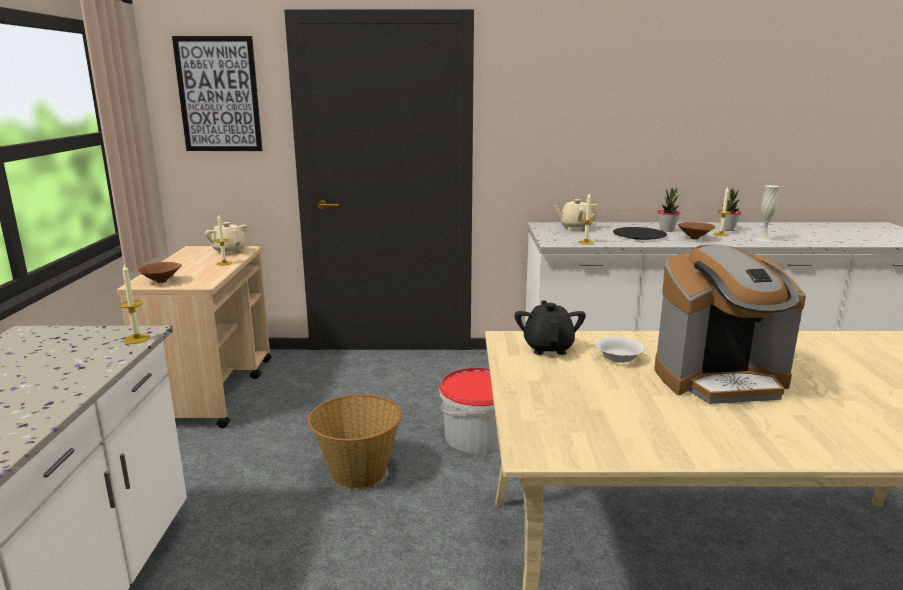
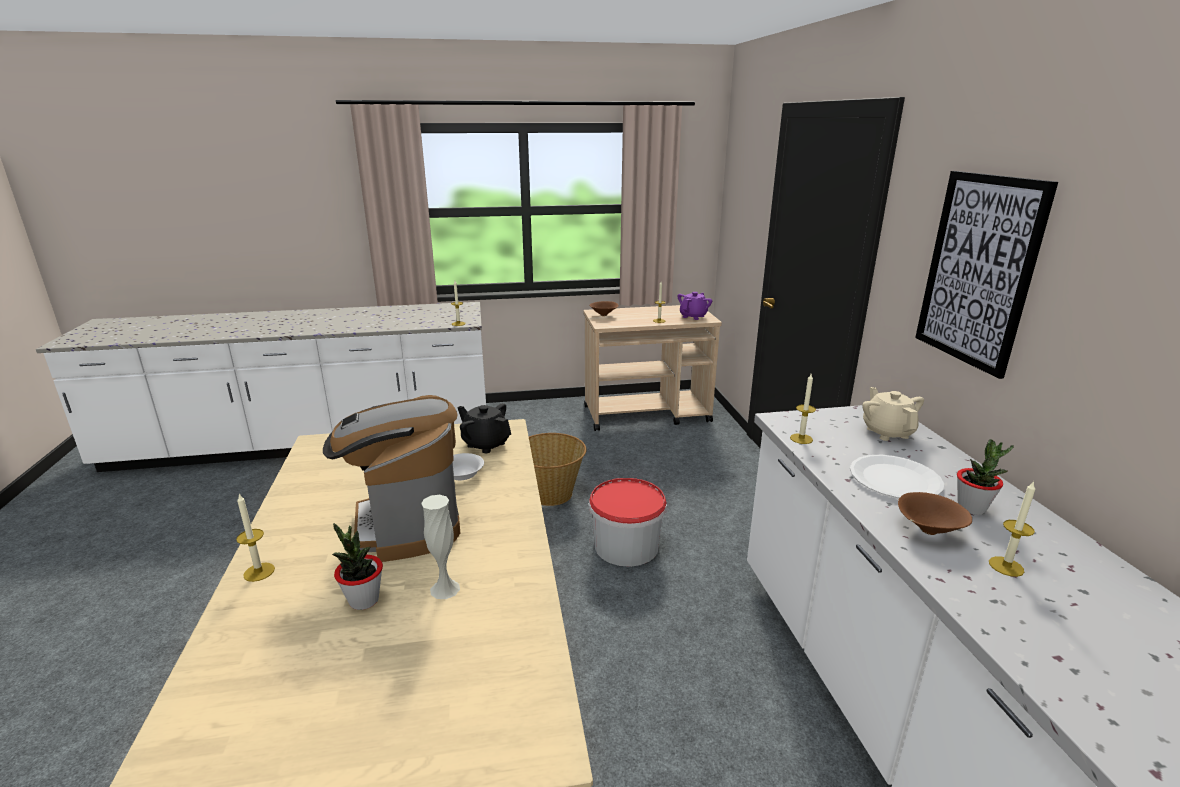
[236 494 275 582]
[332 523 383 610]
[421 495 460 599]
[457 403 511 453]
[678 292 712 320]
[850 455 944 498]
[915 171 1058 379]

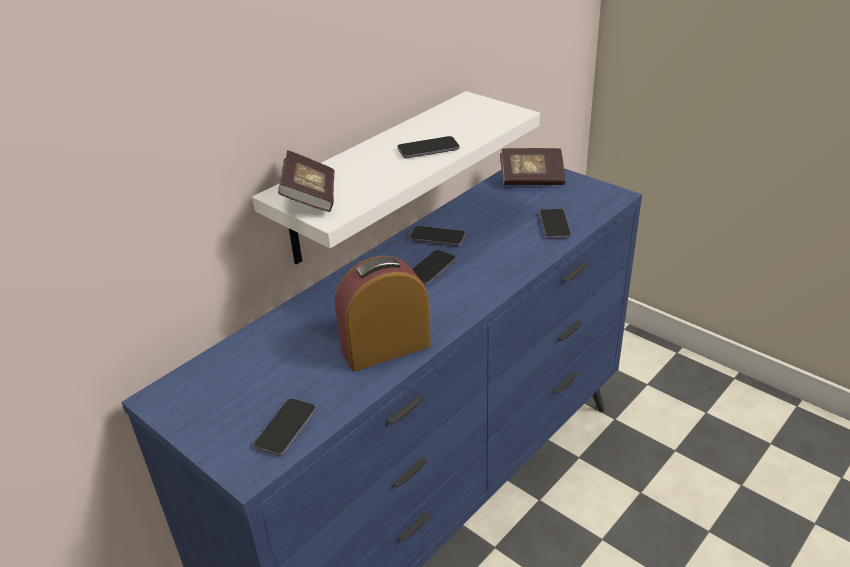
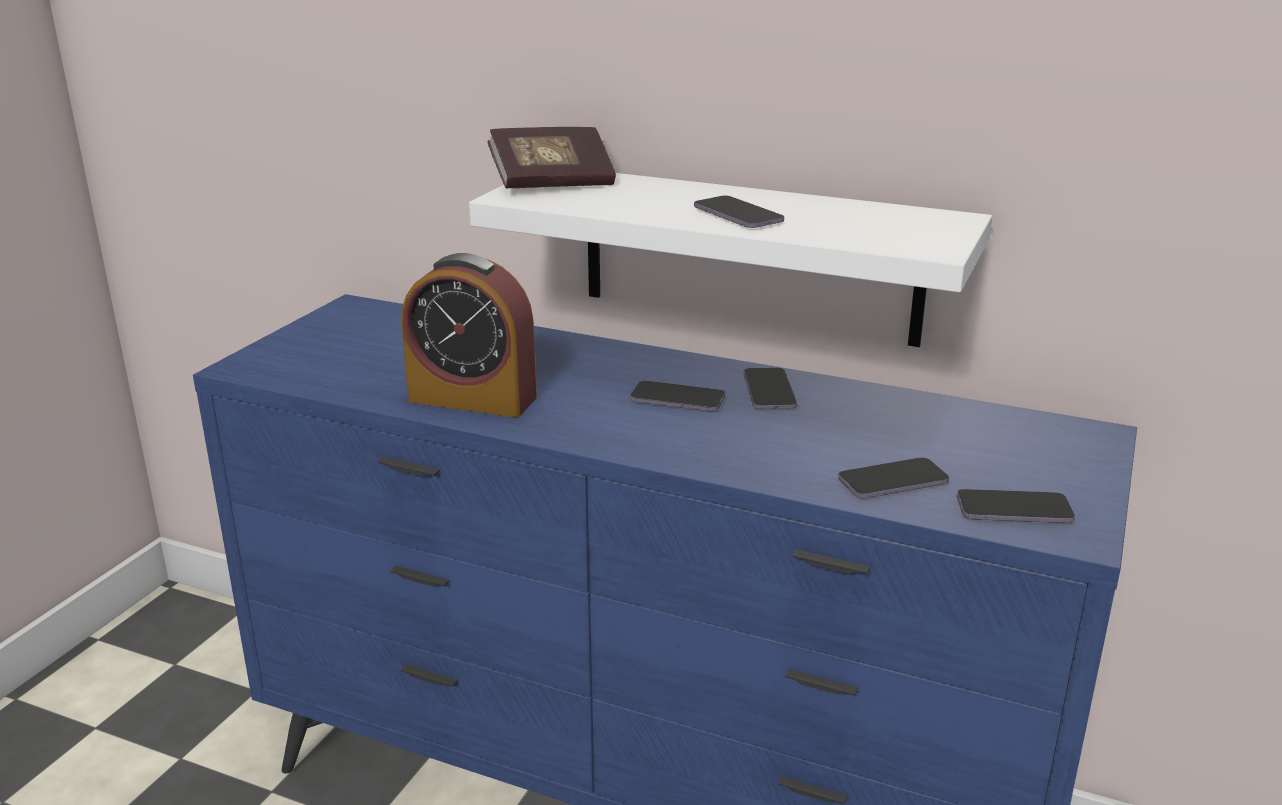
[401 253 537 418]
[957 489 1075 523]
[500 148 566 185] (first image)

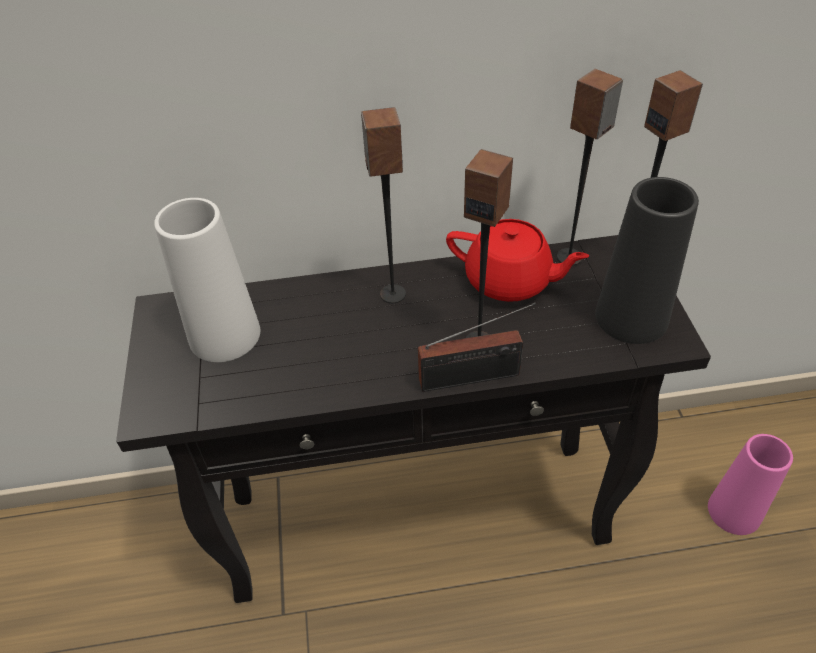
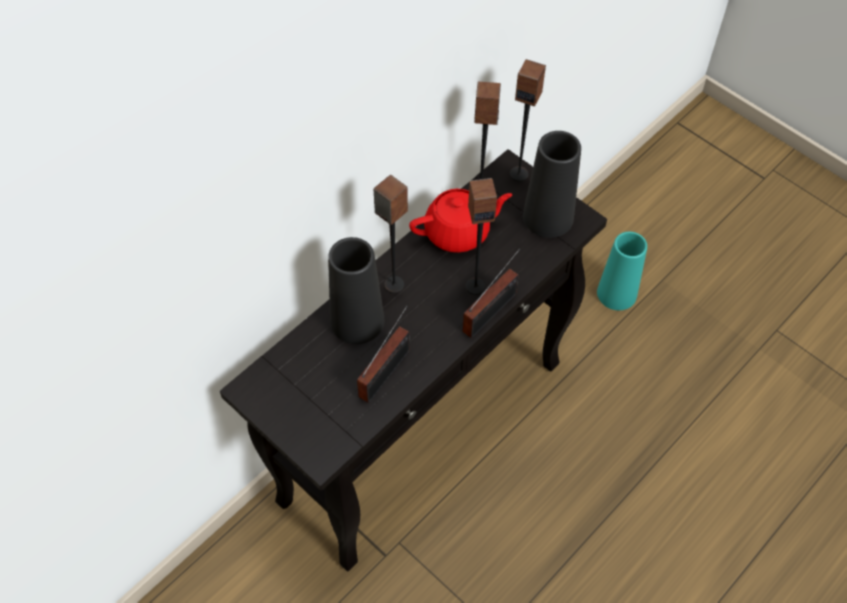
[328 237 384 344]
[357 306 410 403]
[597 232 647 310]
[154 198 260 362] (first image)

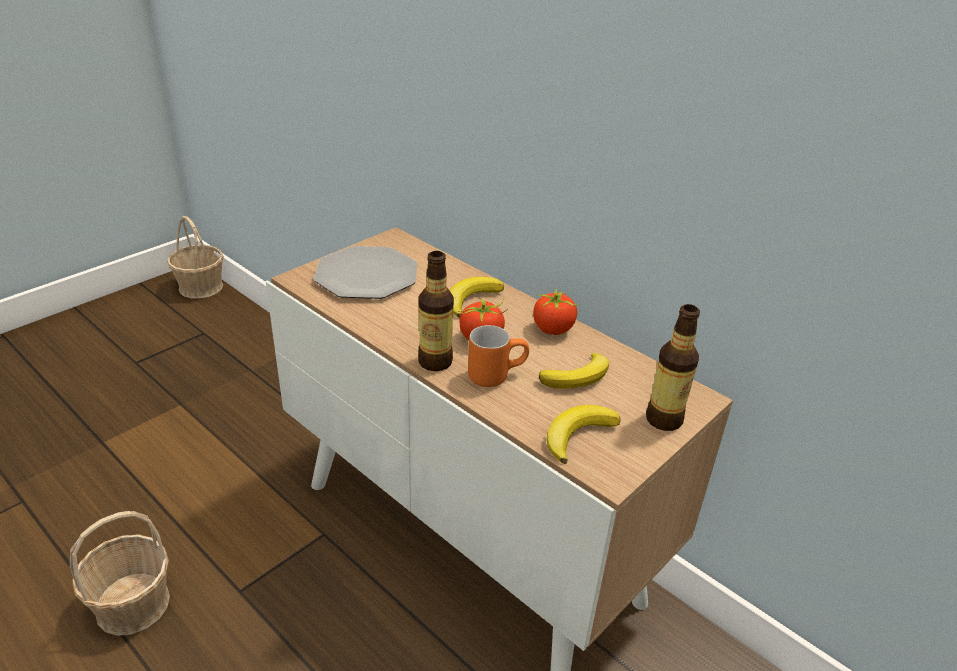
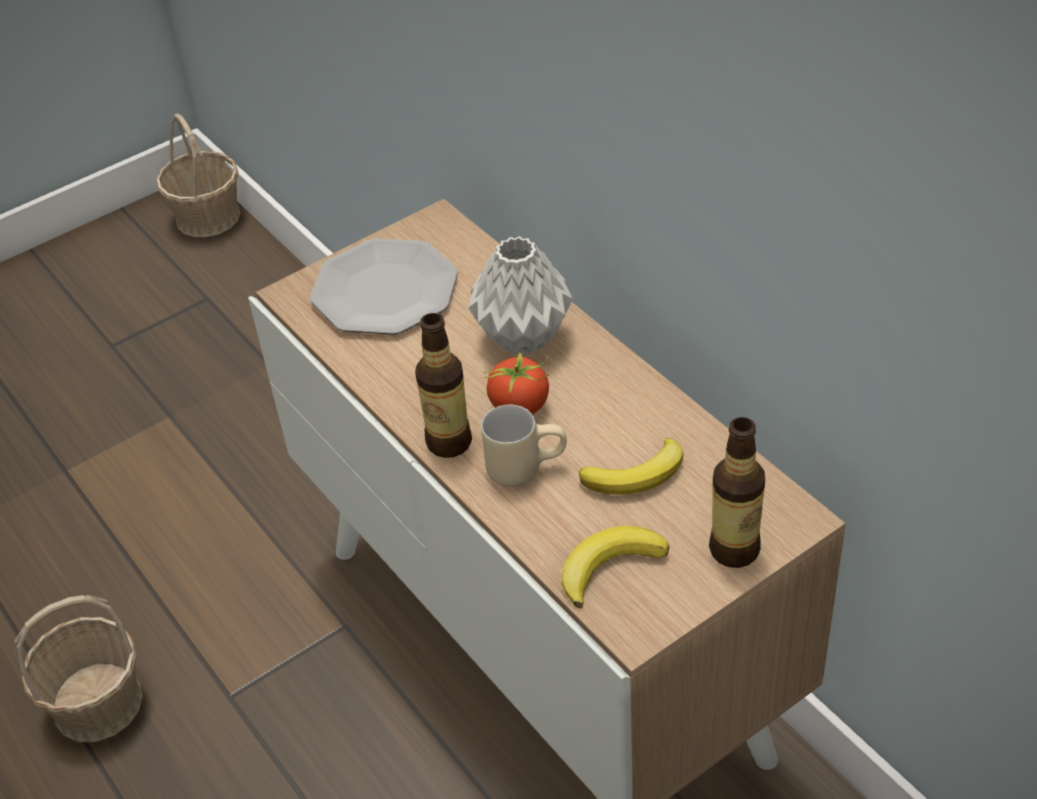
[468 236 573 356]
[481 405 567 487]
[533 287 579 335] (first image)

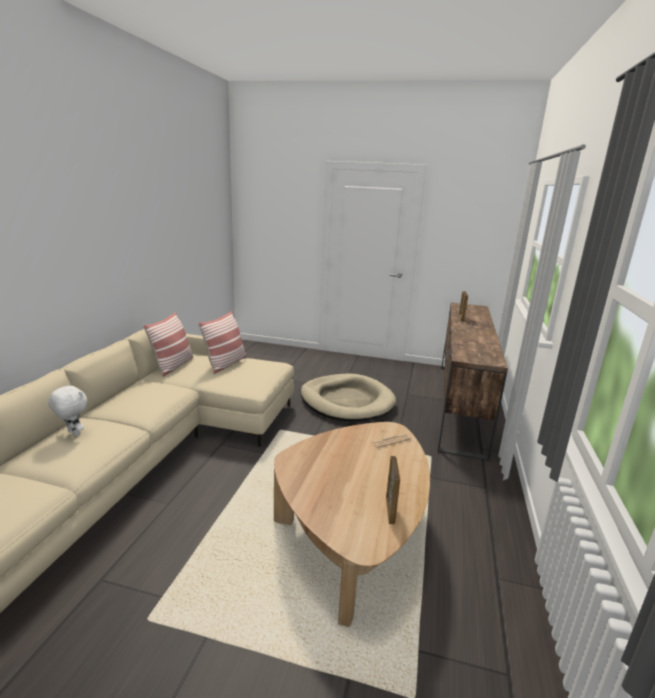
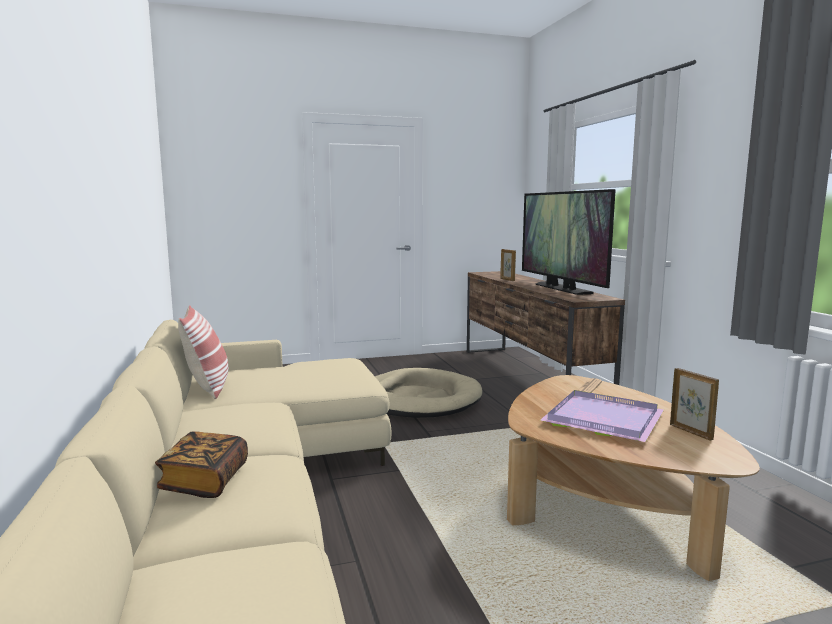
[155 431 248 498]
[522 189 616 295]
[540 390 664 442]
[198 311 246 374] (first image)

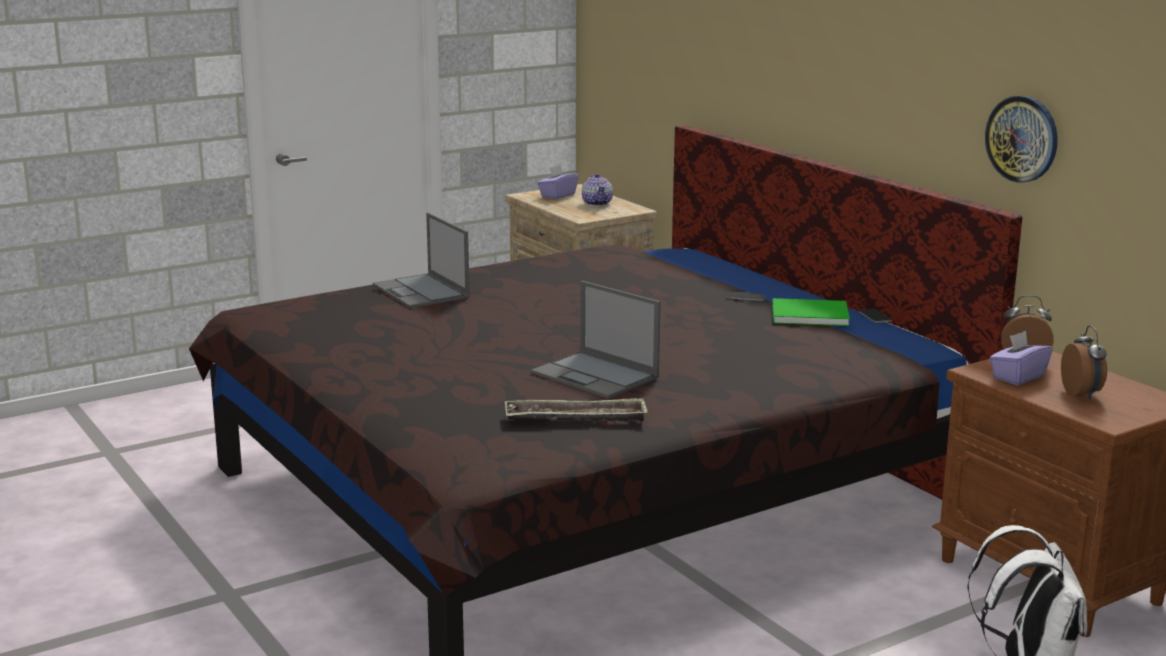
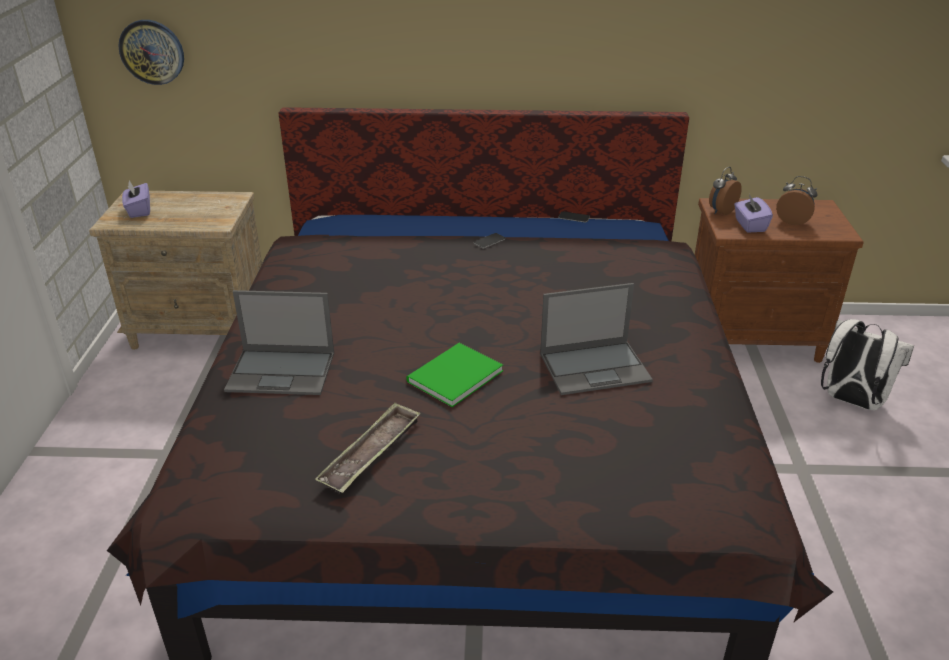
[118 20 184 85]
[315 402 421 494]
[406 343 503 407]
[582 173 613 206] (first image)

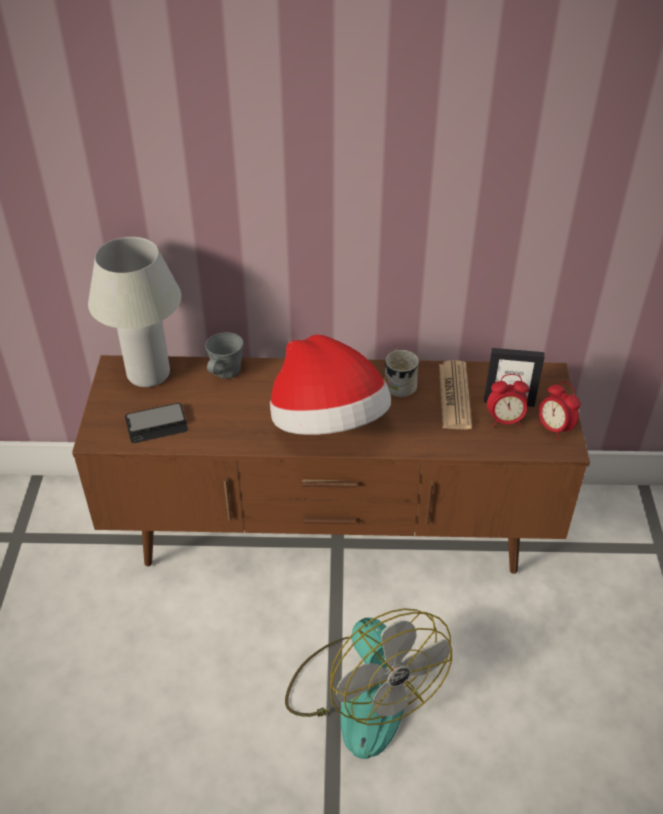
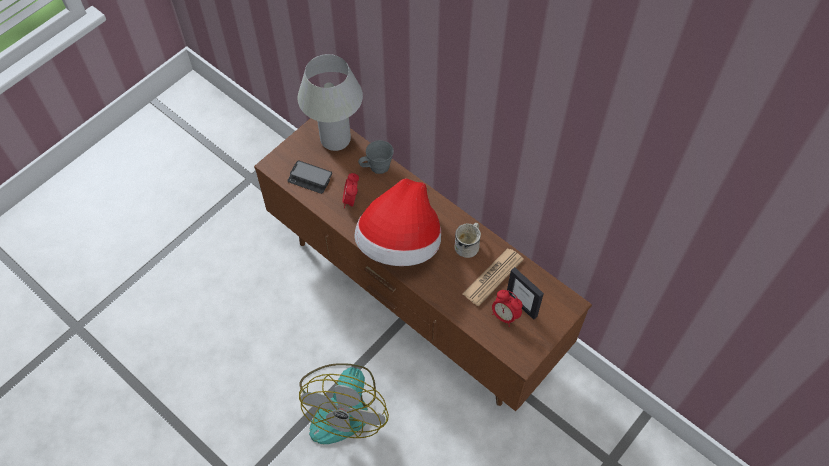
[343 173 359 208]

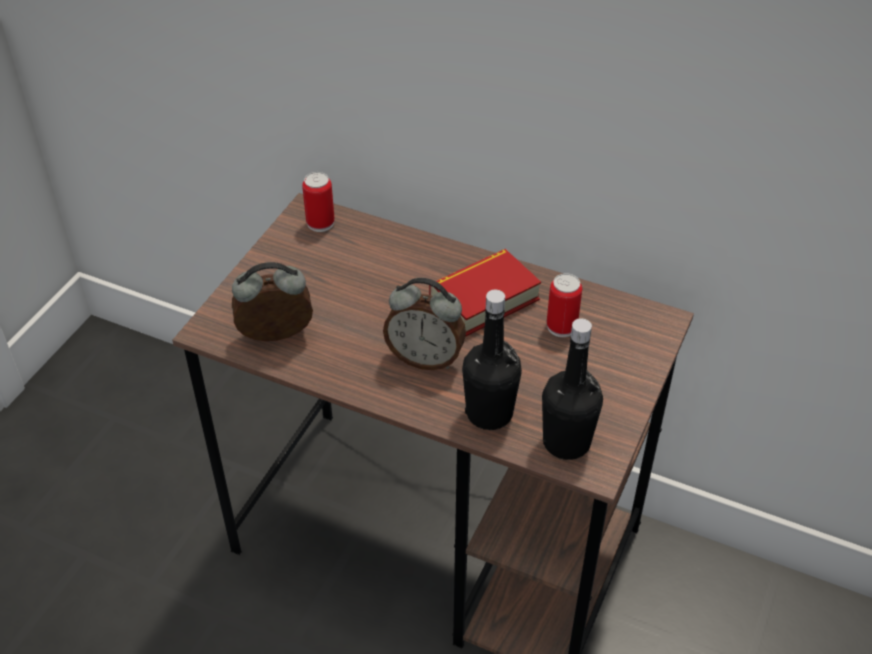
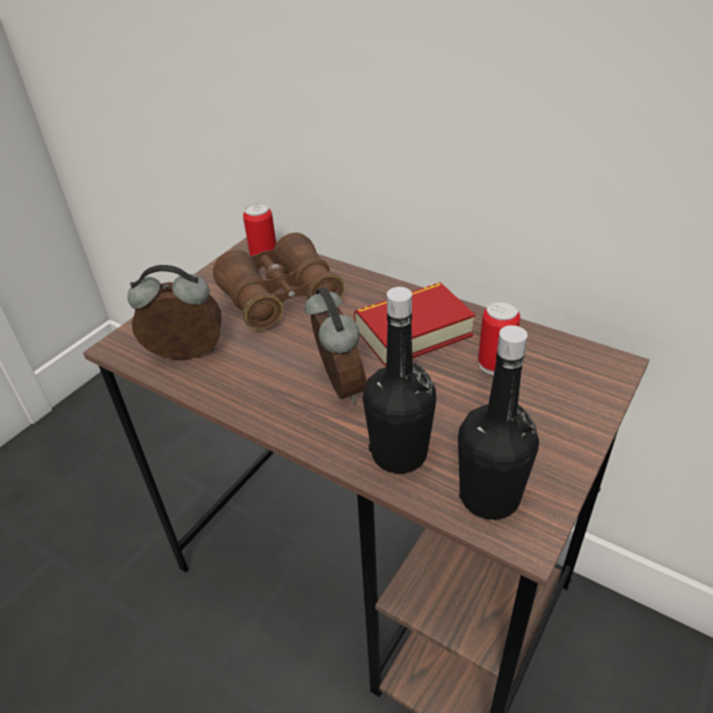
[213 233 345 330]
[305 287 366 404]

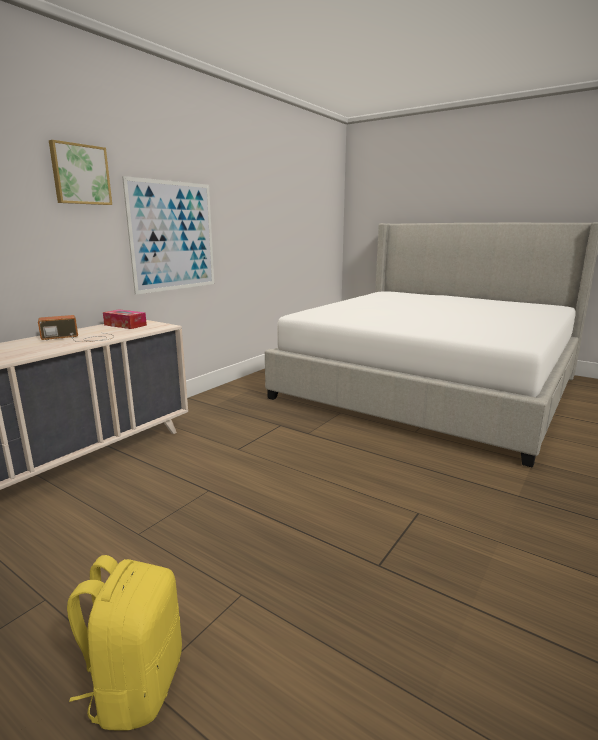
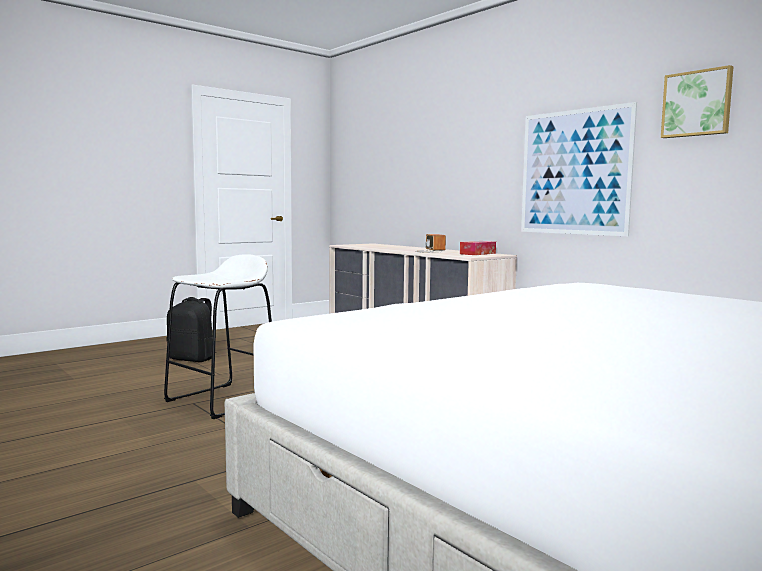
[164 254 272 419]
[166 297 216 362]
[661 65 734 138]

